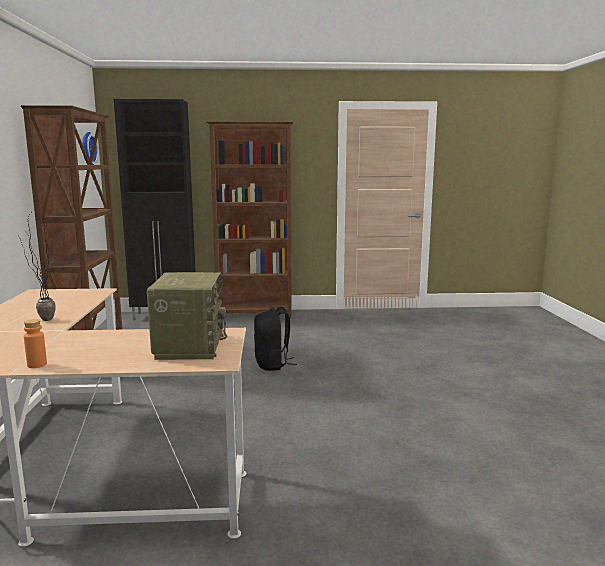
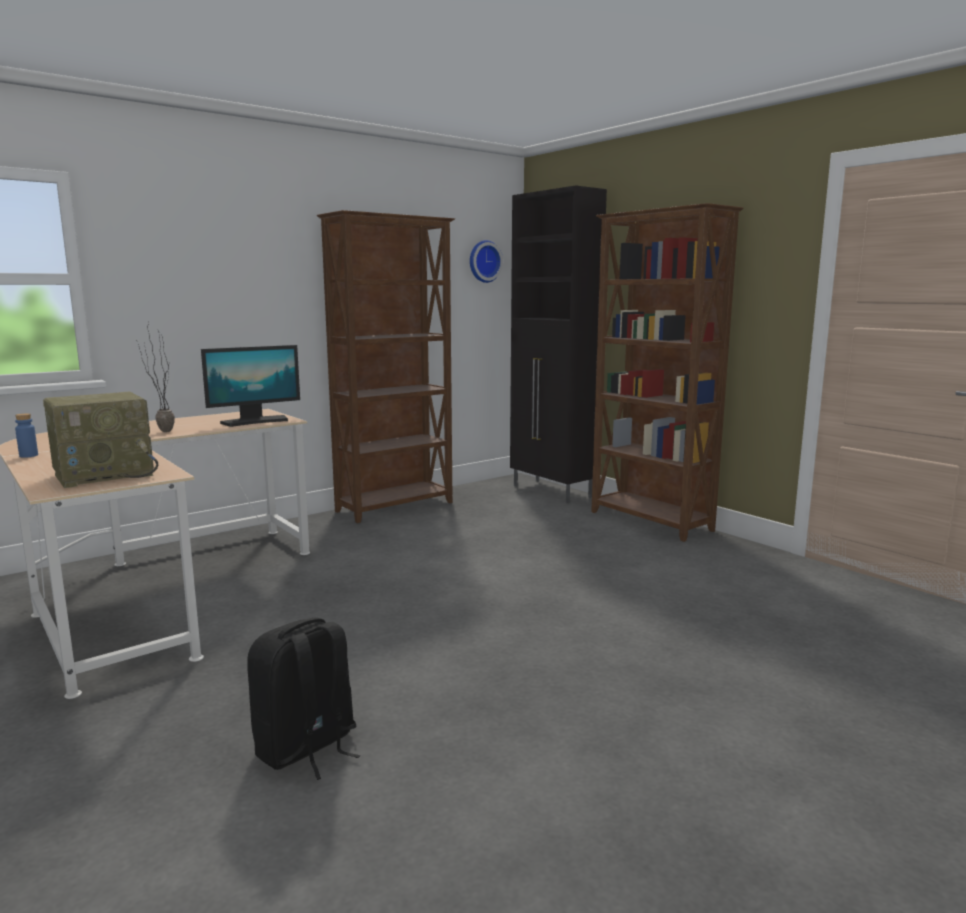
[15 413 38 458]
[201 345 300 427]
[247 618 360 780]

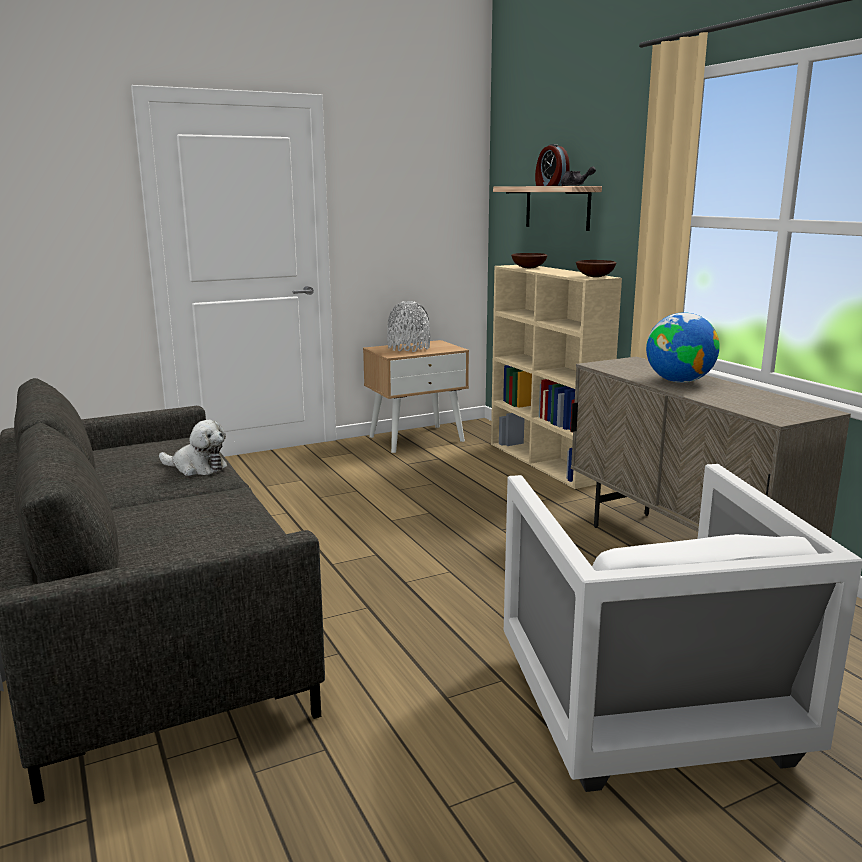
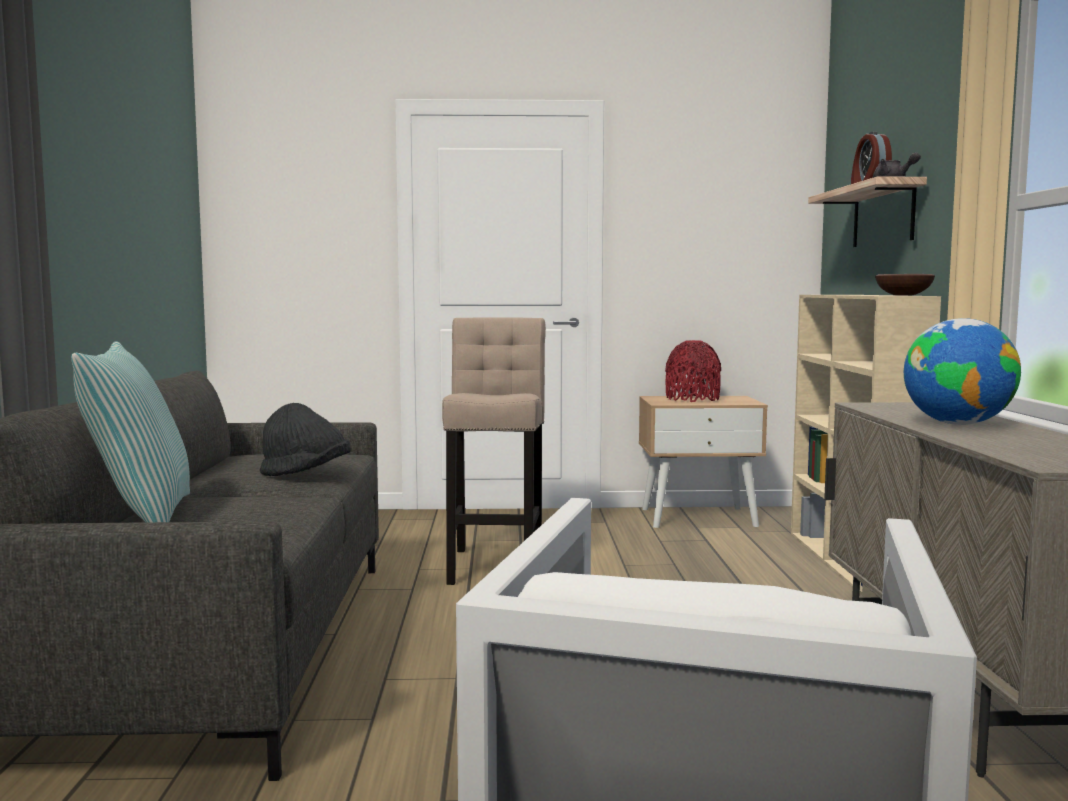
[71 341 190 522]
[260 403 351 476]
[442 317 546 585]
[665 340 721 402]
[511 253 548 268] (first image)

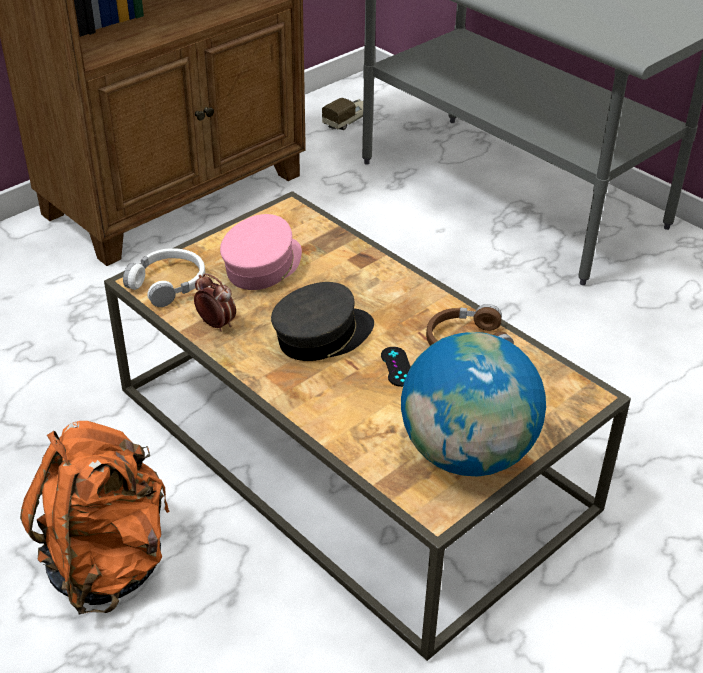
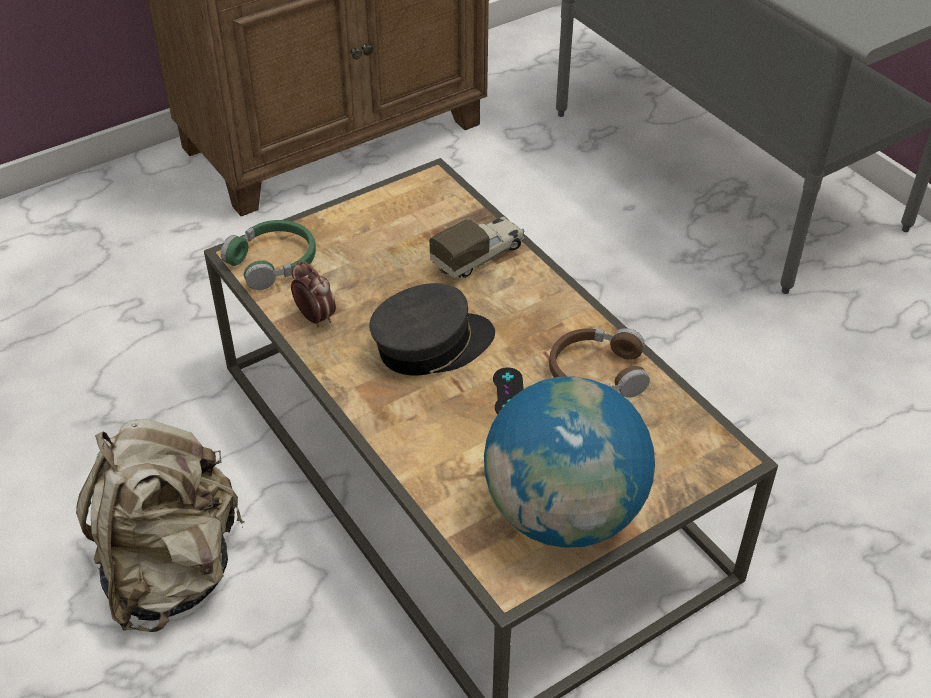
[76 419 244 632]
[221 220 316 290]
[429 216 525 278]
[220 214 302 290] (first image)

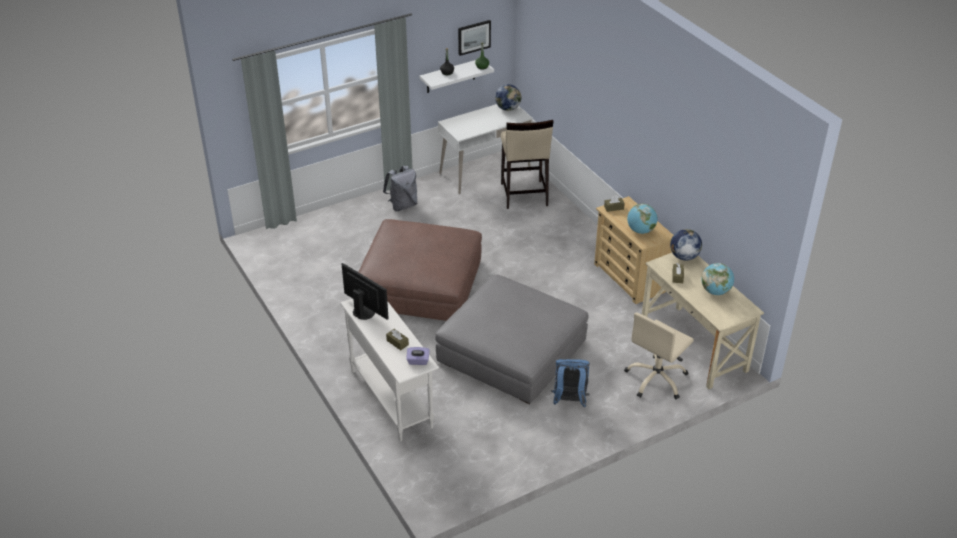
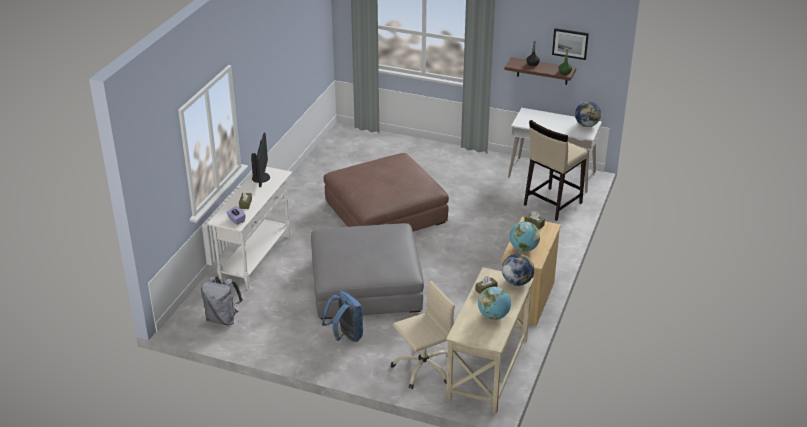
[201 276 243 325]
[391 281 455 389]
[504 57 576 85]

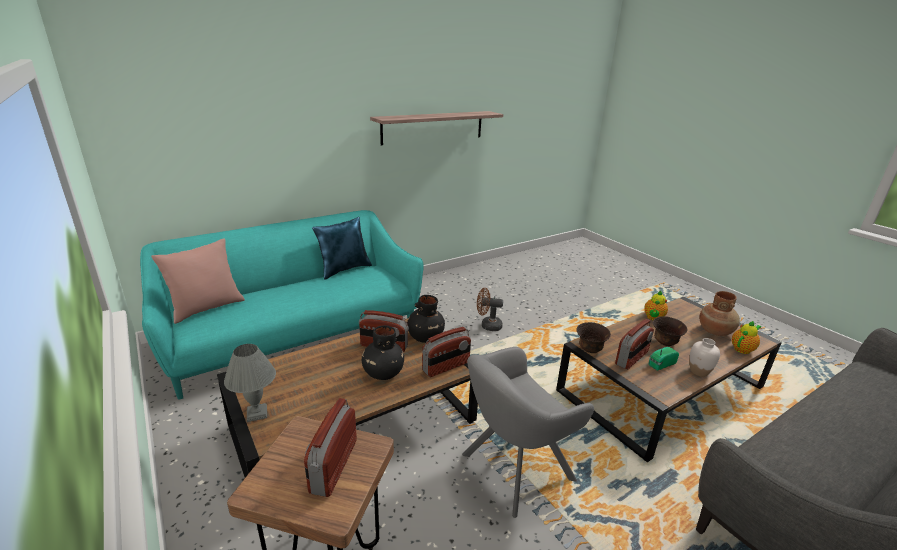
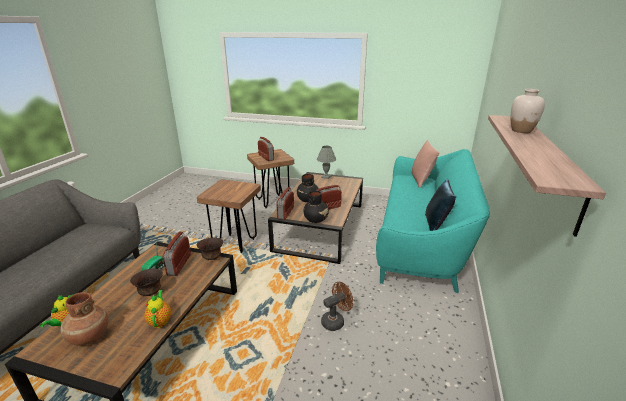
[197 179 261 253]
[510 89 545 133]

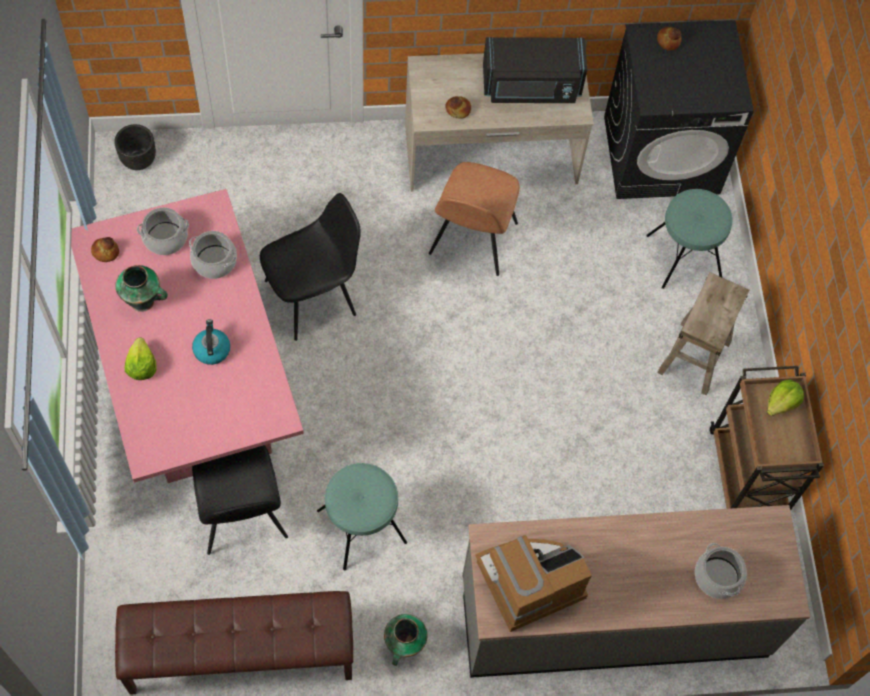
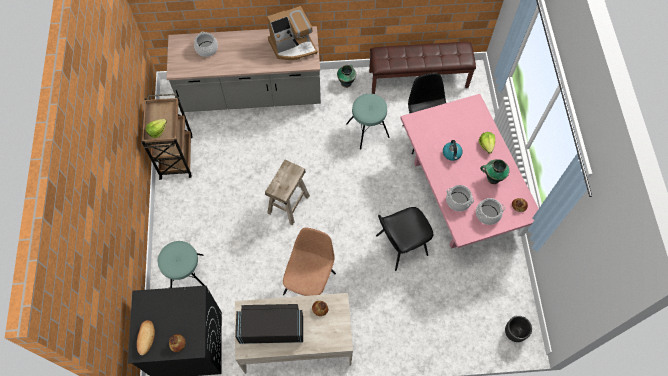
[137 320 155 355]
[265 159 310 226]

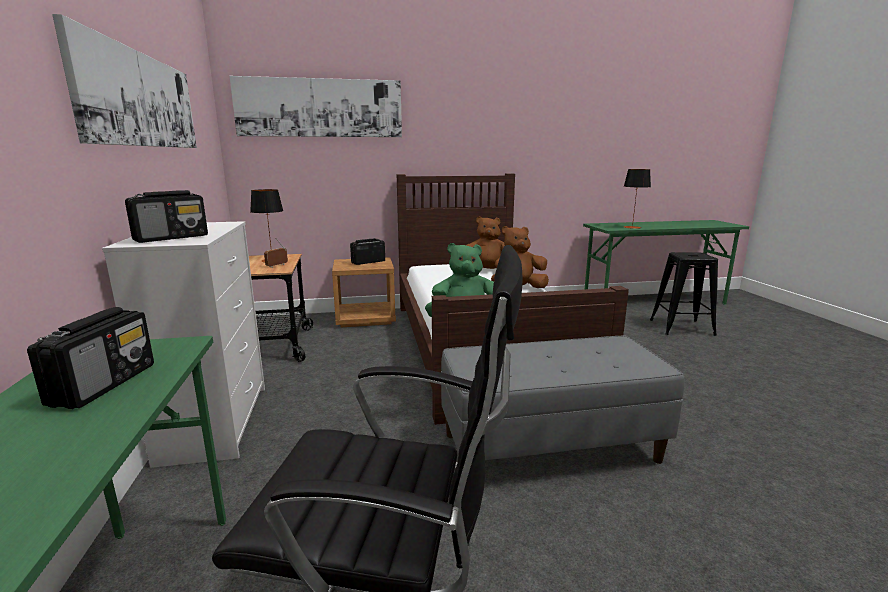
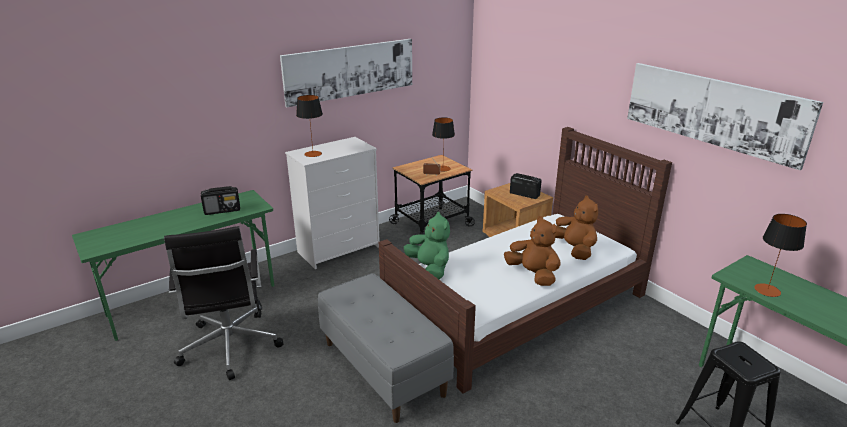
[296 95 323 157]
[627 63 823 170]

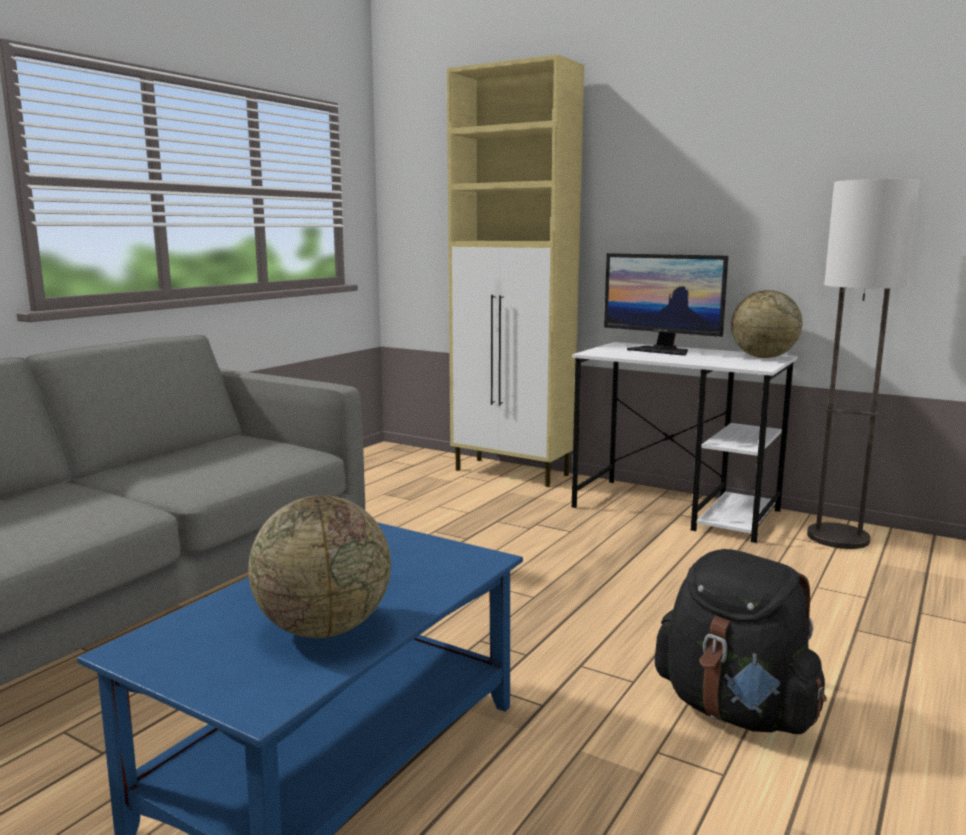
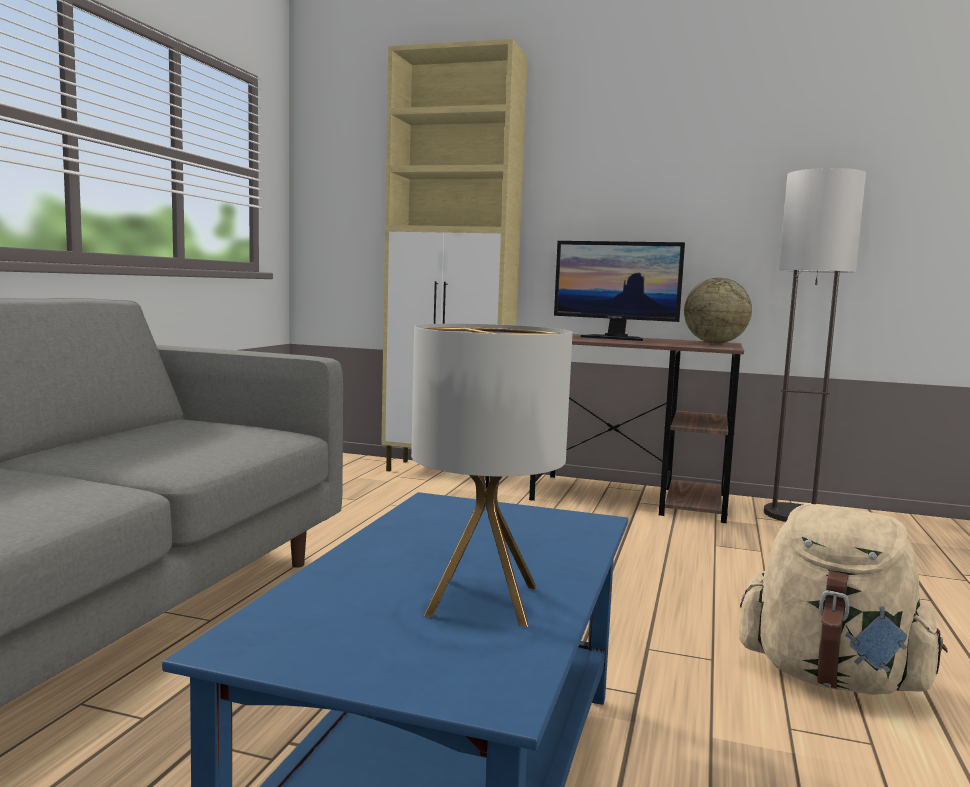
[411 324 573 627]
[529 334 744 523]
[739 504 948 695]

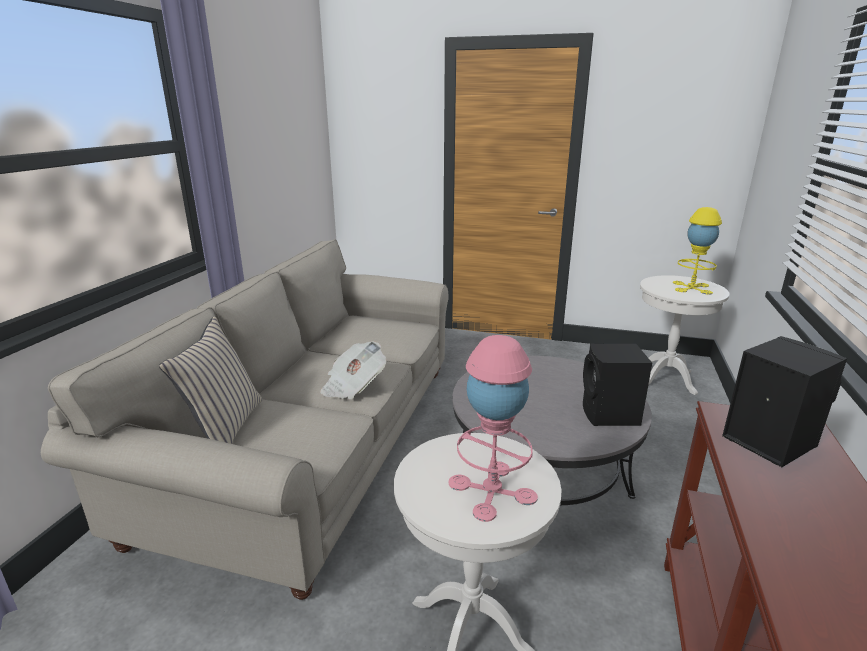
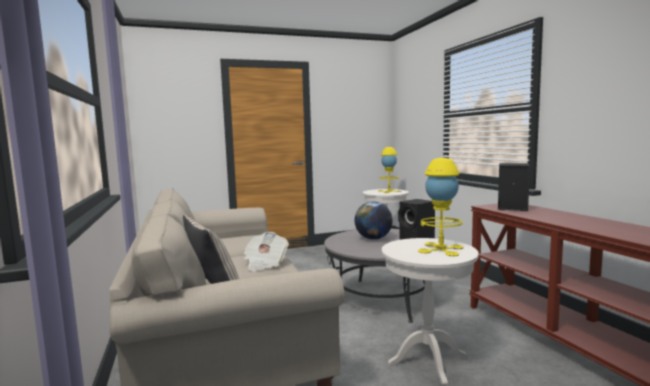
[355 201 393 240]
[418 158 463 256]

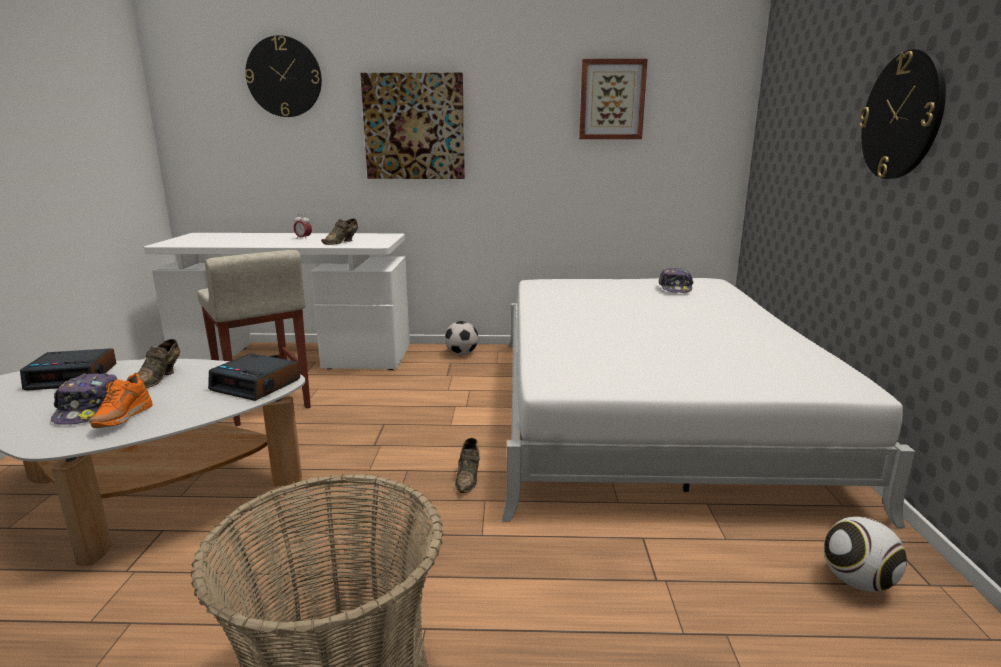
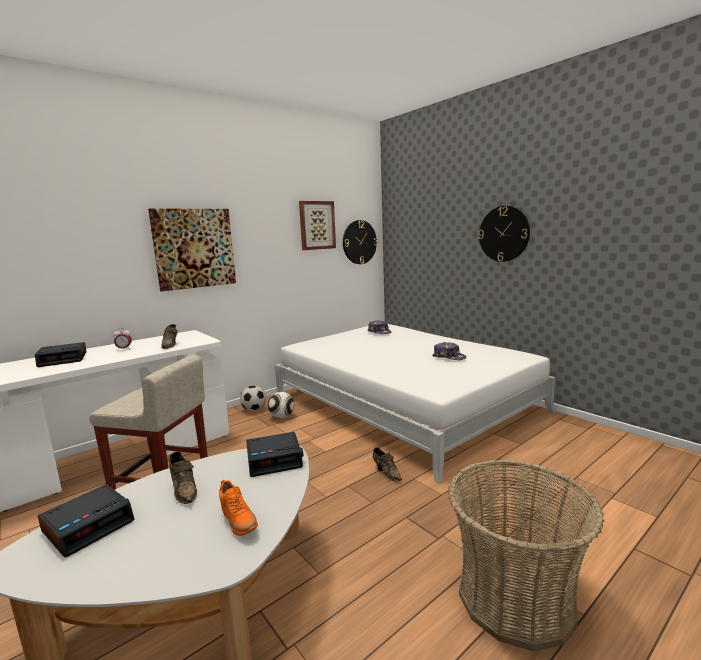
[35 342 87 367]
[268 392 294 418]
[343 220 378 264]
[433 342 466 360]

